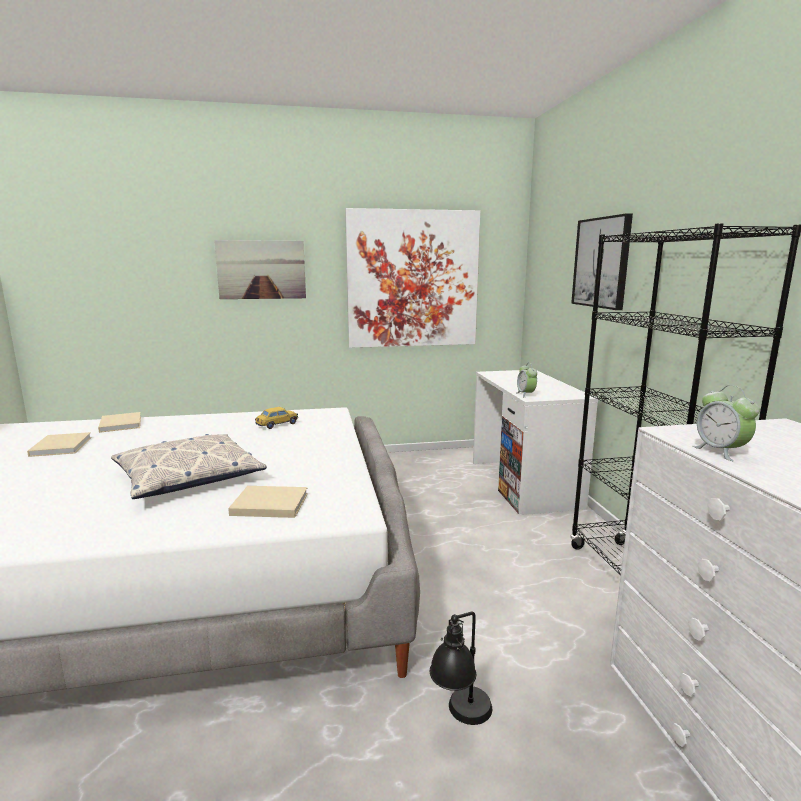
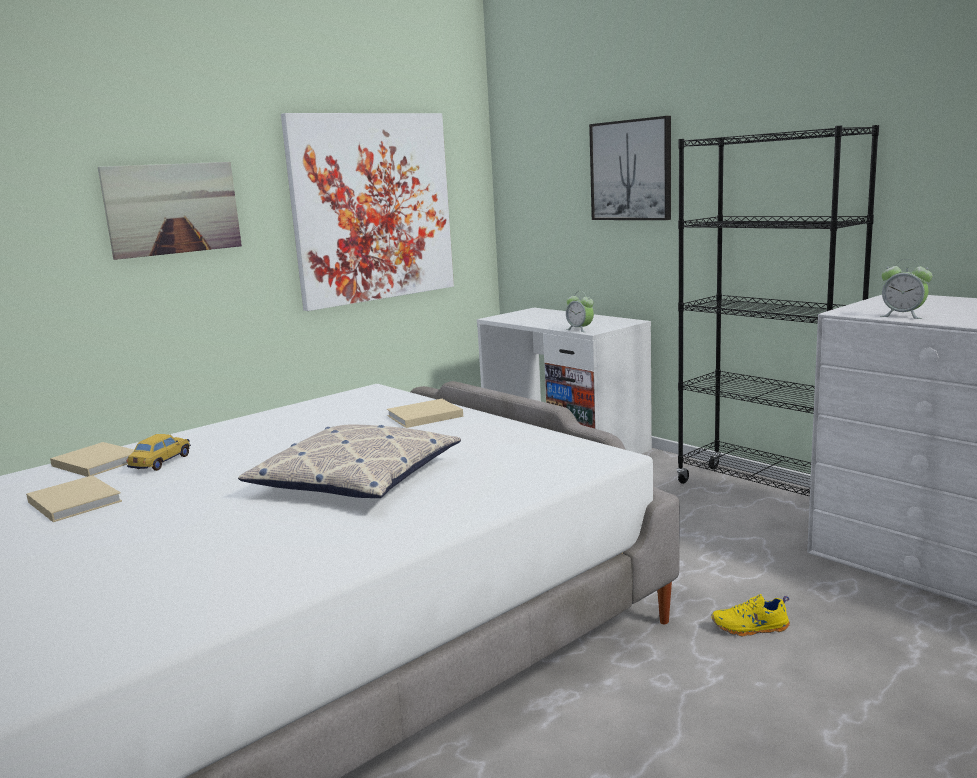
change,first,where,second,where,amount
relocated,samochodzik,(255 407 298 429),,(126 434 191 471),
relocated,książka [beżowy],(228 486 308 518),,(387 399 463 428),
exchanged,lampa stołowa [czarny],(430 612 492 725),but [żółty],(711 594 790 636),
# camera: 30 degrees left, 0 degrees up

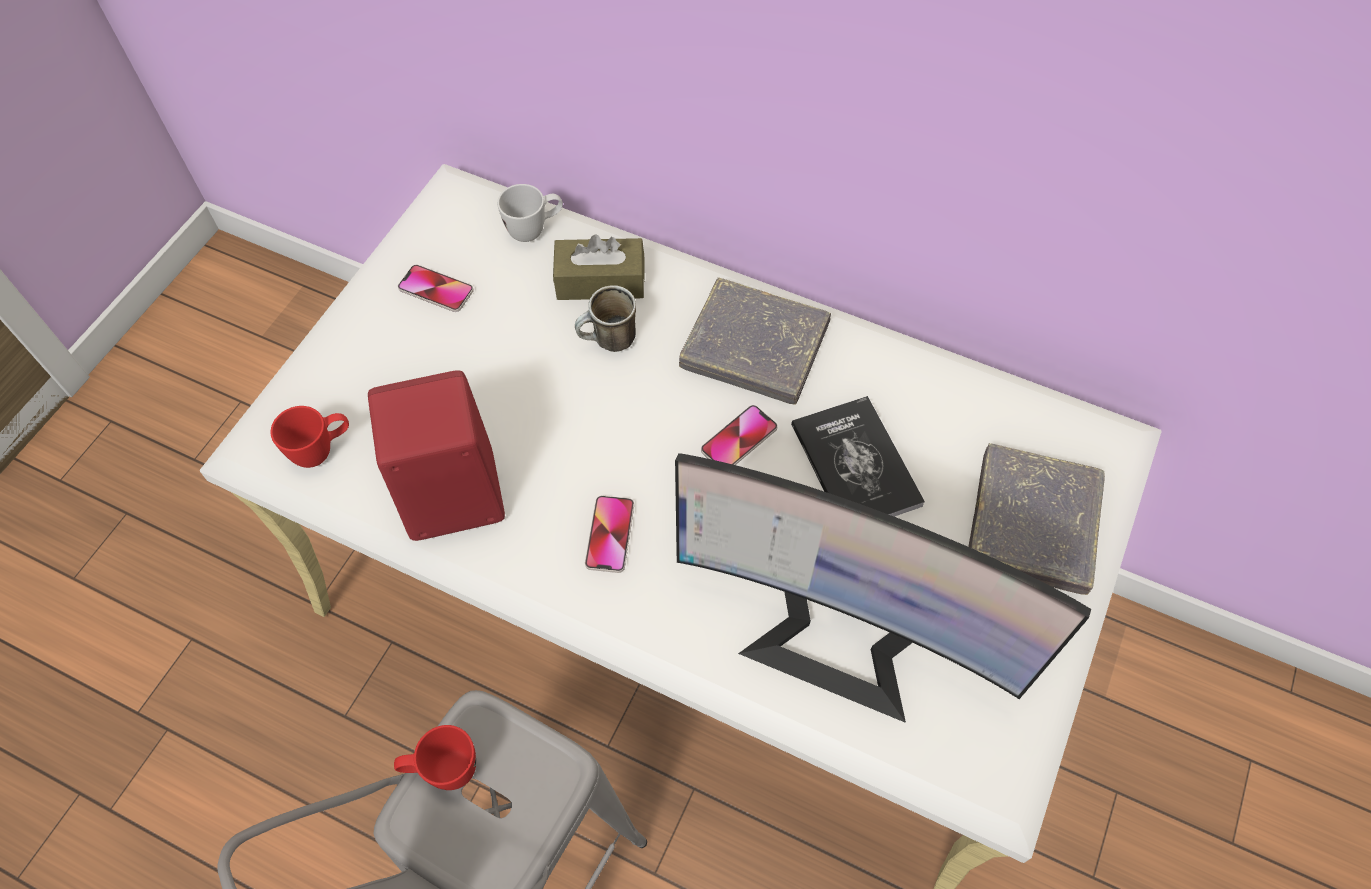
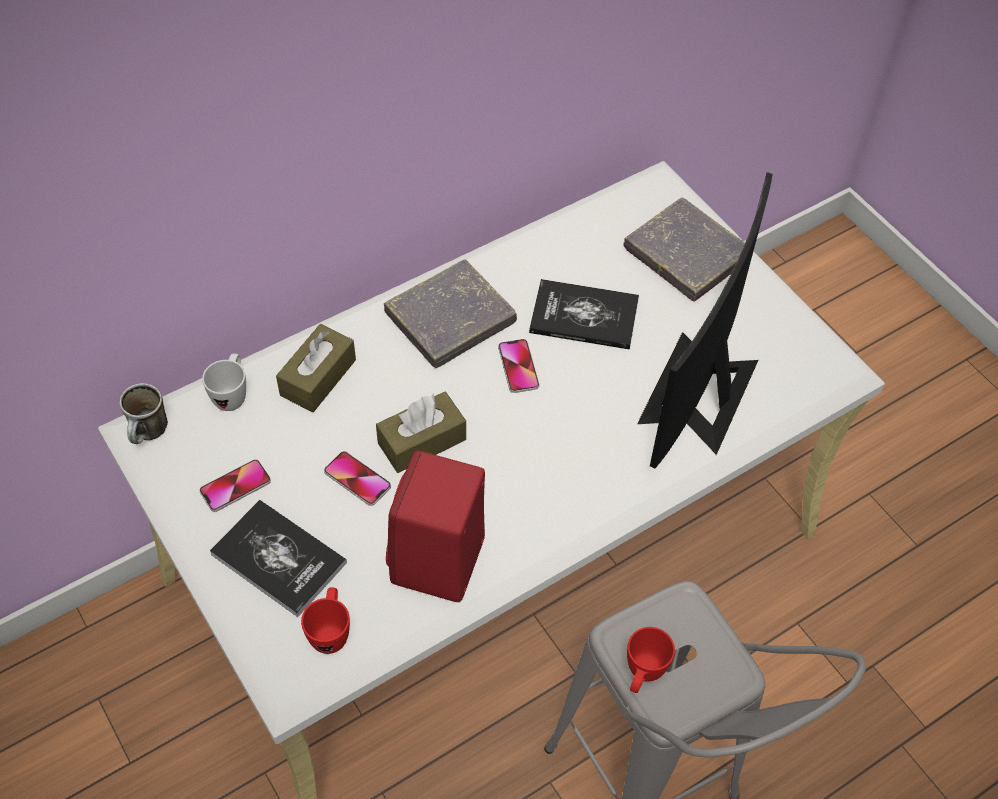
change,first,where,second,where,amount
relocated,kubek,(575 285 636 352),,(119 383 168 444),
spun,monitor,(675 453 1091 723),,(637 172 772 468),150 degrees clockwise
relocated,telefon,(585 496 634 573),,(324 451 391 506),
appeared,,,pudełko chusteczek [brązowy],(376 392 466 473),
appeared,,,książka,(210 500 347 617),
# camera: 60 degrees left, 5 degrees down

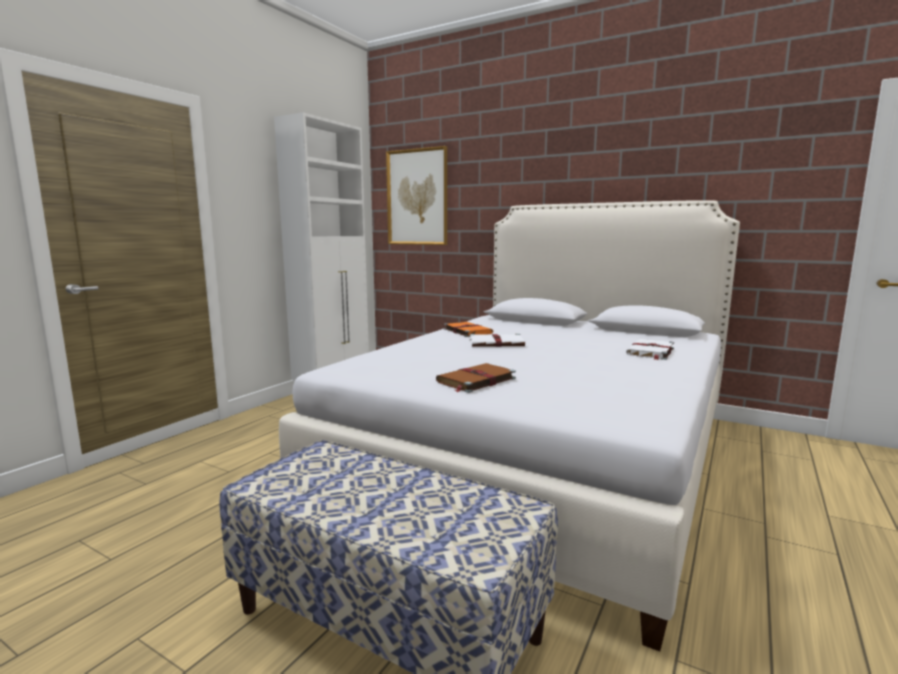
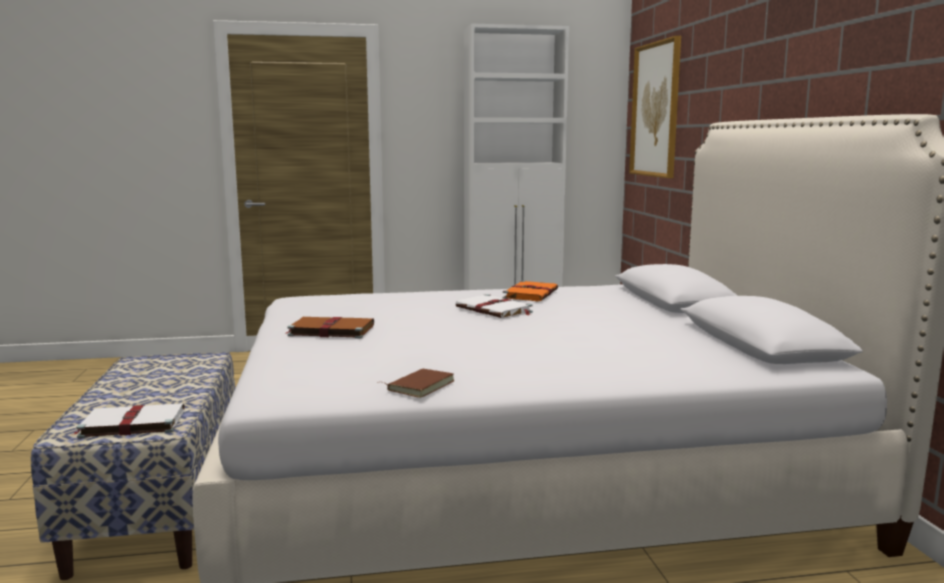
change,first,where,second,where,amount
relocated,książka [biały],(626 339 674 360),,(71 403 185 438),
appeared,,,książka [brązowy],(377 369 454 398),
# camera: 50 degrees right, 0 degrees up

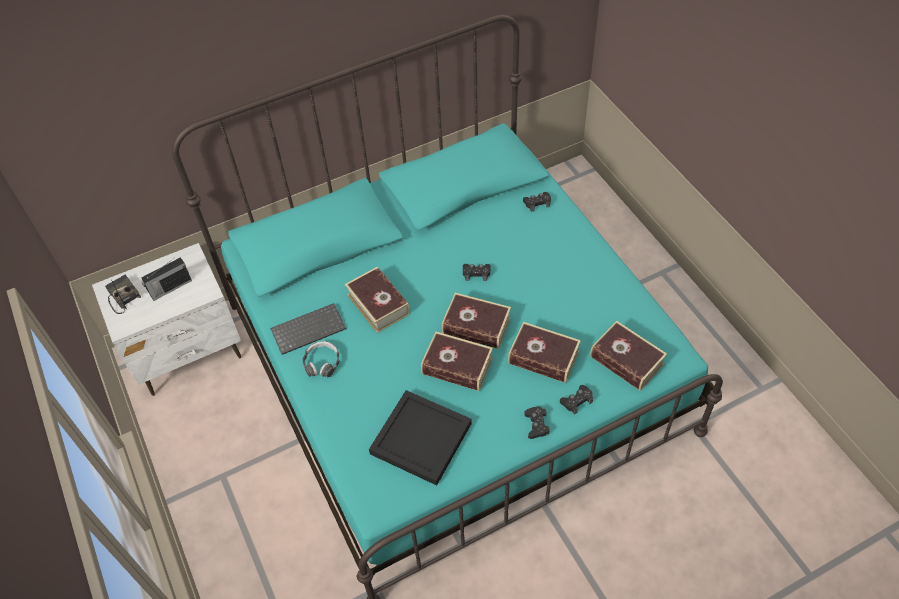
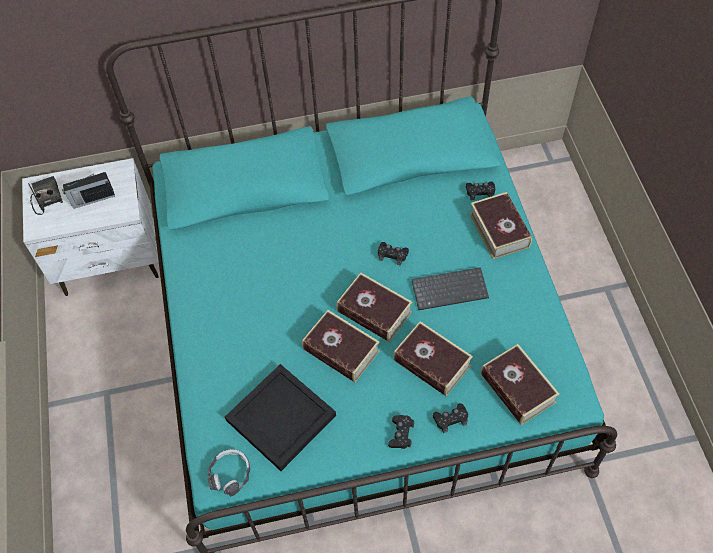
change,first,where,second,where,amount
relocated,książka,(345 266 410 333),,(469 192 532 259),
relocated,klawiatura,(270 303 346 355),,(412 267 489 310),
relocated,słuchawki,(302 341 340 377),,(208 449 250 497),
# camera: 15 degrees right, 5 degrees up

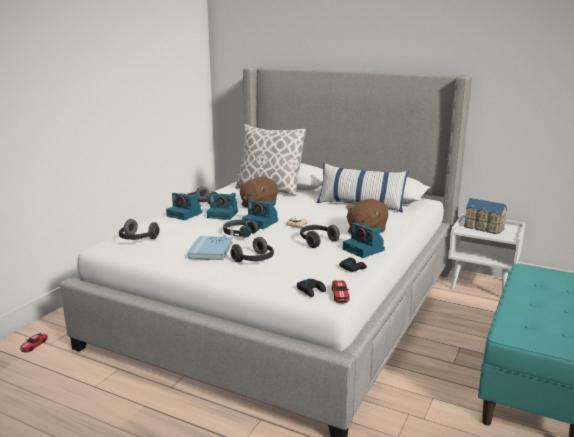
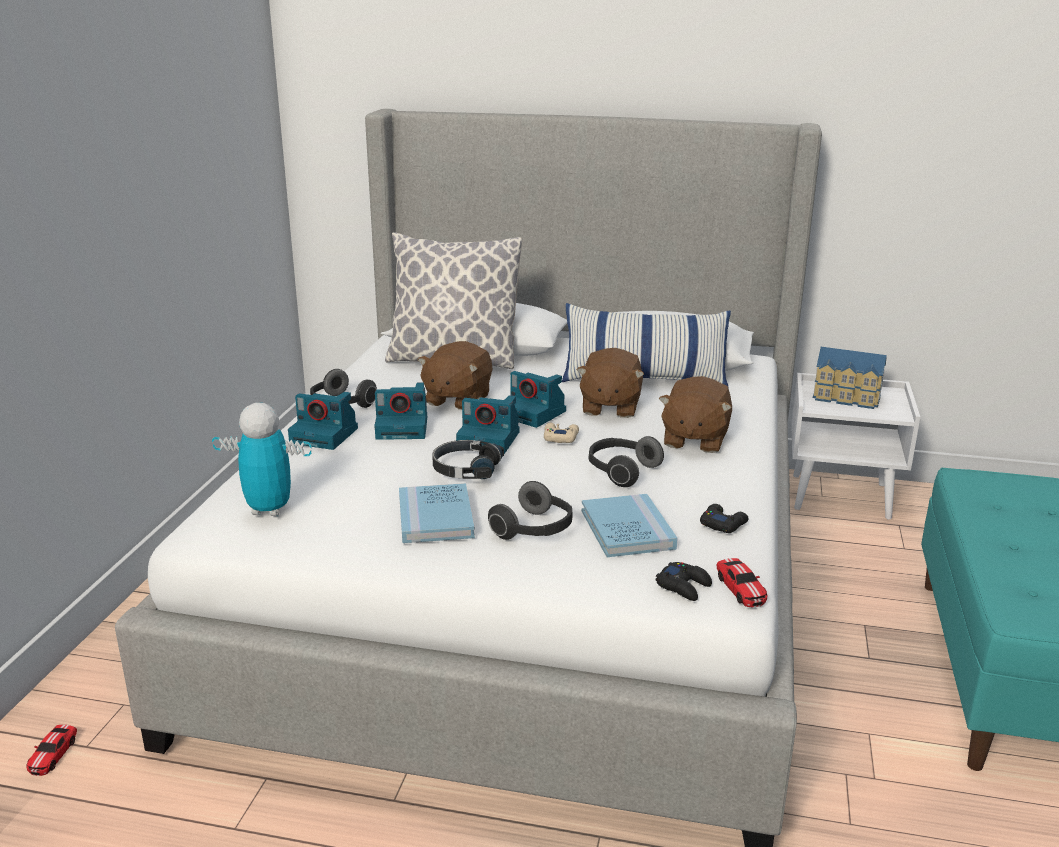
change,first,where,second,where,amount
exchanged,słuchawki,(119 219 160 240),robot zabawkowy,(212 403 312 516),
relocated,aparat fotograficzny,(343 223 385 258),,(510 371 566 428),
appeared,,,pluszak [brązowy],(577 348 644 418),
appeared,,,książka [niebieski],(582 494 678 557),
# camera: 15 degrees left, 5 degrees up

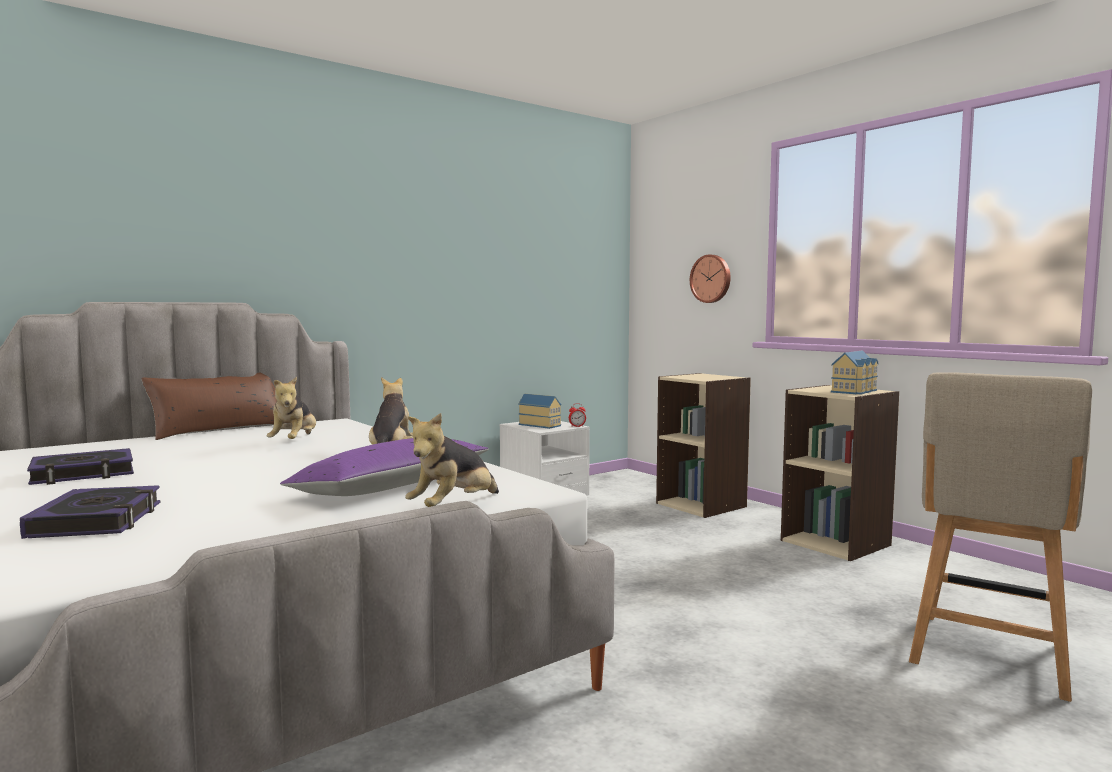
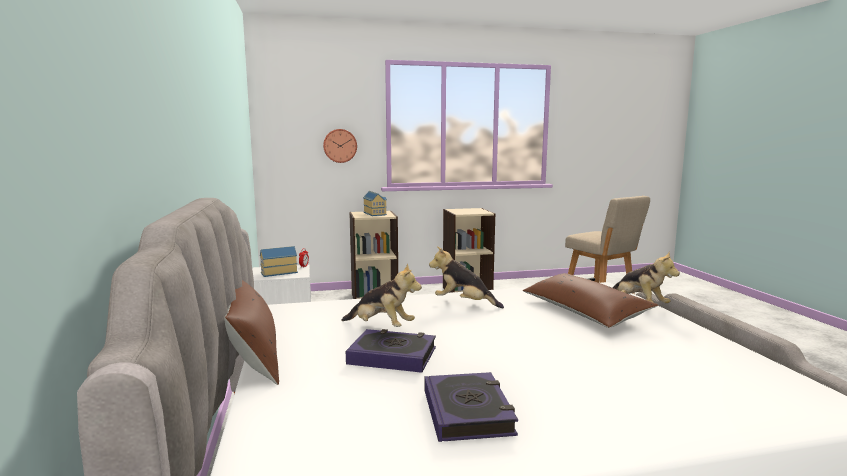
change,first,where,second,where,amount
relocated,domek,(831 350 879 394),,(363 191 387 216),
colour,poduszka [fioletowy],(280 438 489 496),poduszka [brązowy],(523 273 659 328),
relocated,książka,(20 485 160 539),,(346 329 436 373),
# camera: 65 degrees left, 5 degrees up

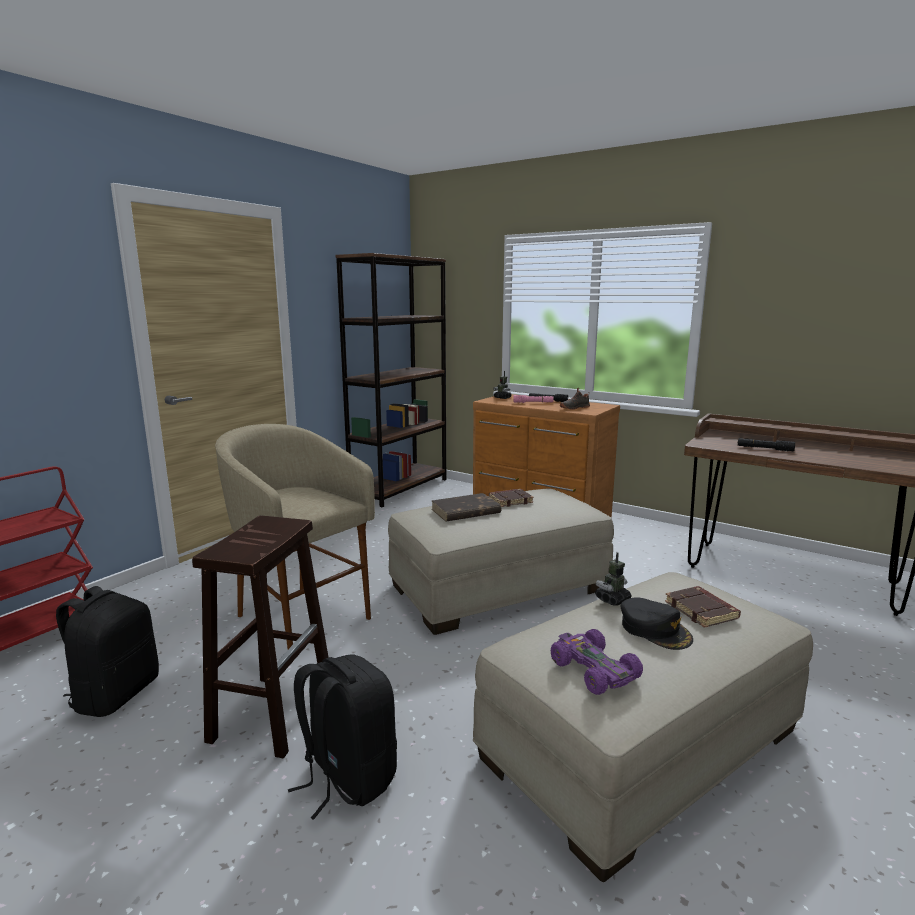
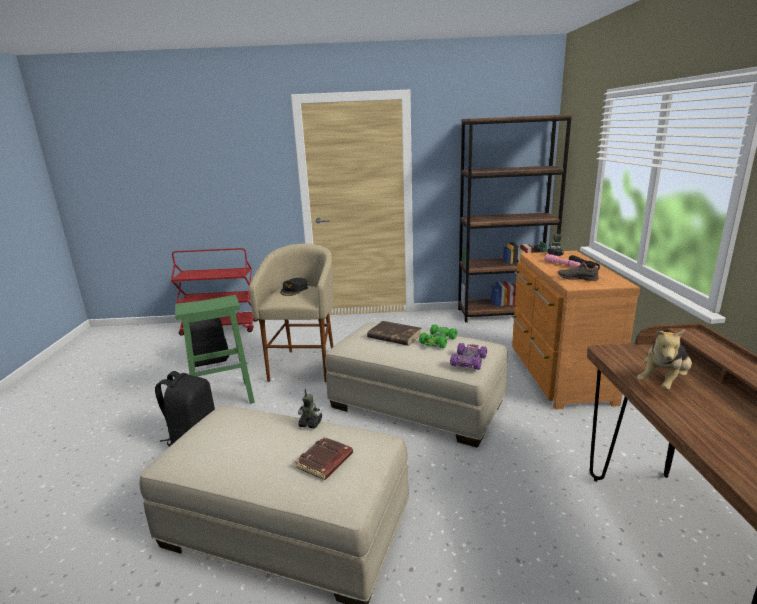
change,first,where,second,where,amount
exchanged,latarka [czarny],(738 438 795 451),pluszak,(637 329 692 390),
exchanged,książka [brązowy],(489 489 534 507),samochodzik [zielony],(419 324 457 348),
colour,stołek [brązowy],(192 516 329 759),stołek [zielony],(175 295 255 404),
relocated,czapka z daszkiem [czarny],(621 598 693 650),,(280 278 308 296),
relocated,samochodzik [fioletowy],(550 629 643 695),,(450 343 487 370),
# camera: 55 degrees right, 5 degrees up

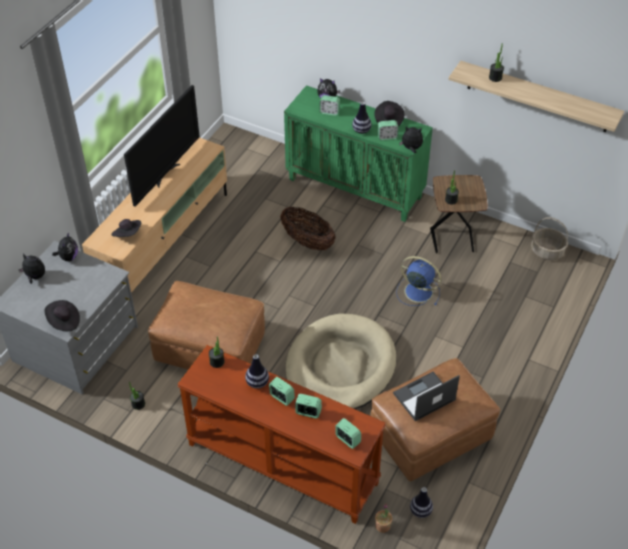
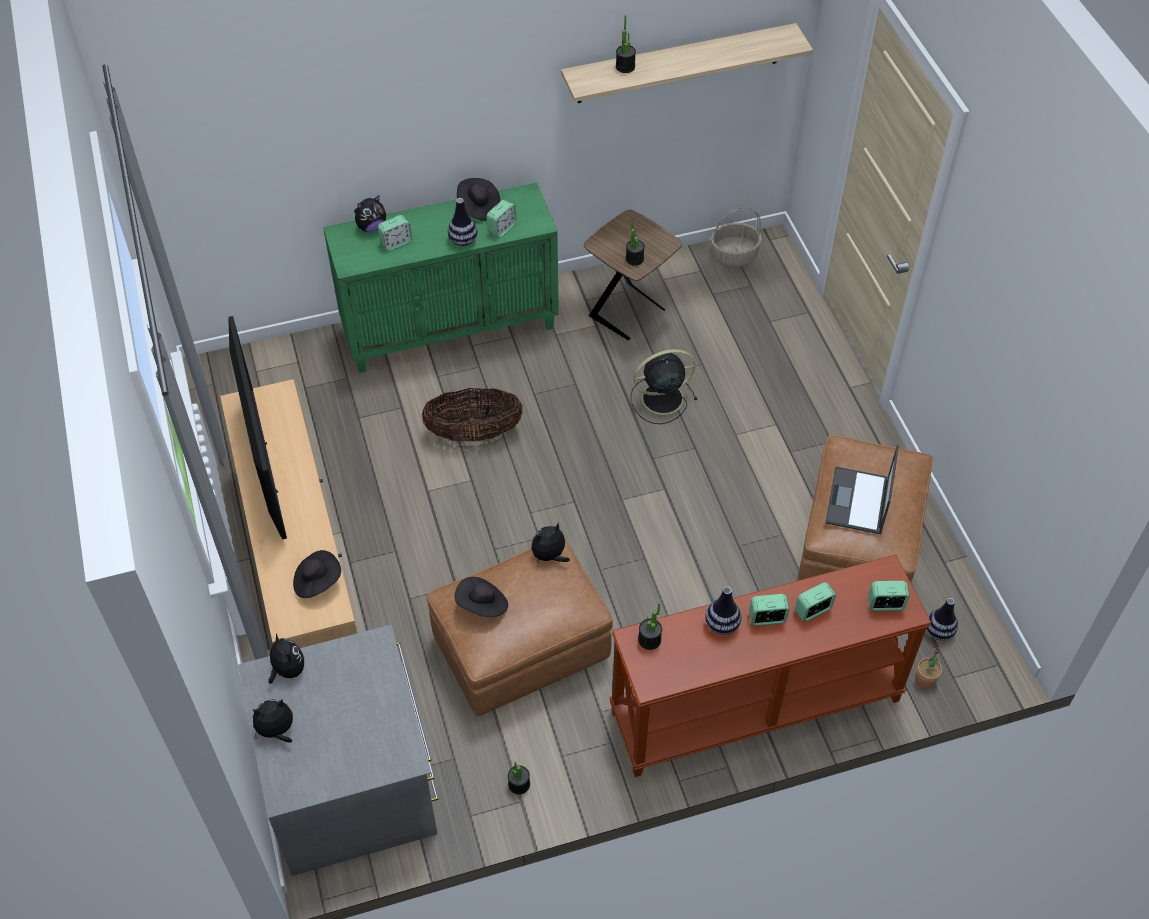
change,first,where,second,where,amount
relocated,pluszak,(399 126 423 153),,(531 522 570 565),
colour,wentylator [niebieski],(396 256 442 306),wentylator [czarny],(630 349 697 424),
relocated,kapelusz [czarny],(44 300 80 331),,(455 577 508 617),
missing,legowisko [beżowy],(286 313 396 409),,,
# camera: 45 degrees left, 5 degrees up

